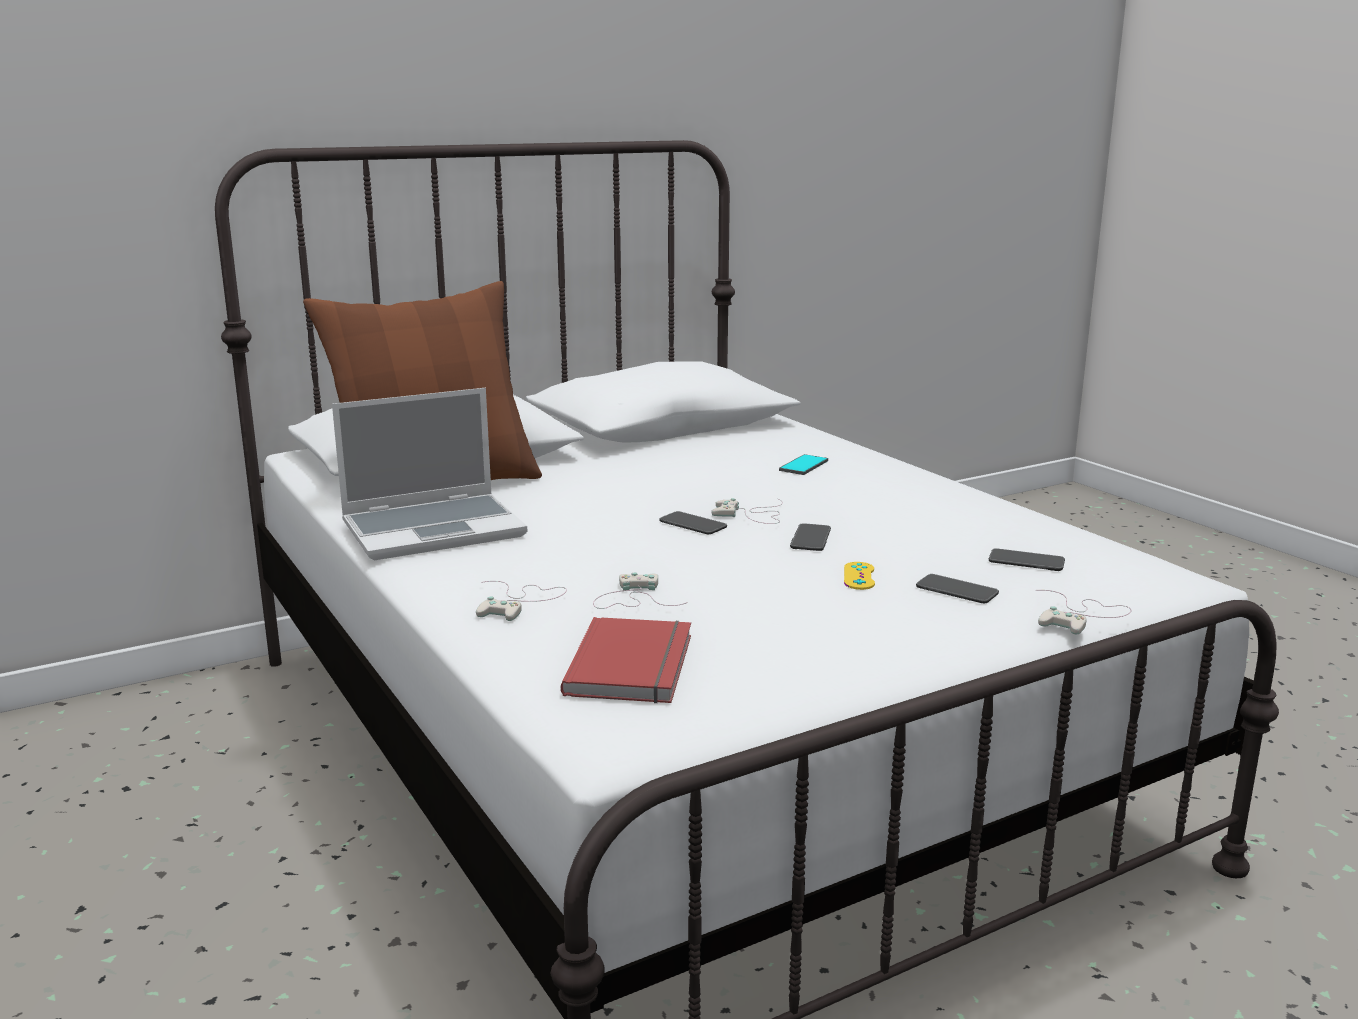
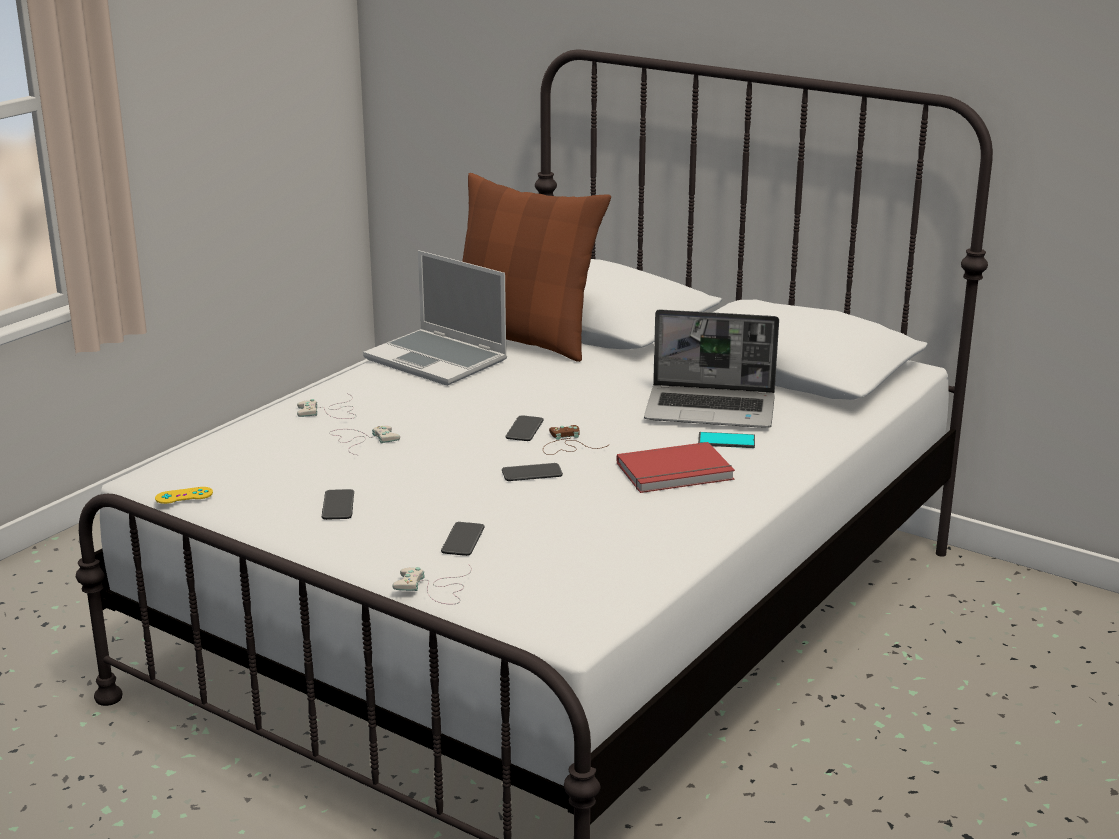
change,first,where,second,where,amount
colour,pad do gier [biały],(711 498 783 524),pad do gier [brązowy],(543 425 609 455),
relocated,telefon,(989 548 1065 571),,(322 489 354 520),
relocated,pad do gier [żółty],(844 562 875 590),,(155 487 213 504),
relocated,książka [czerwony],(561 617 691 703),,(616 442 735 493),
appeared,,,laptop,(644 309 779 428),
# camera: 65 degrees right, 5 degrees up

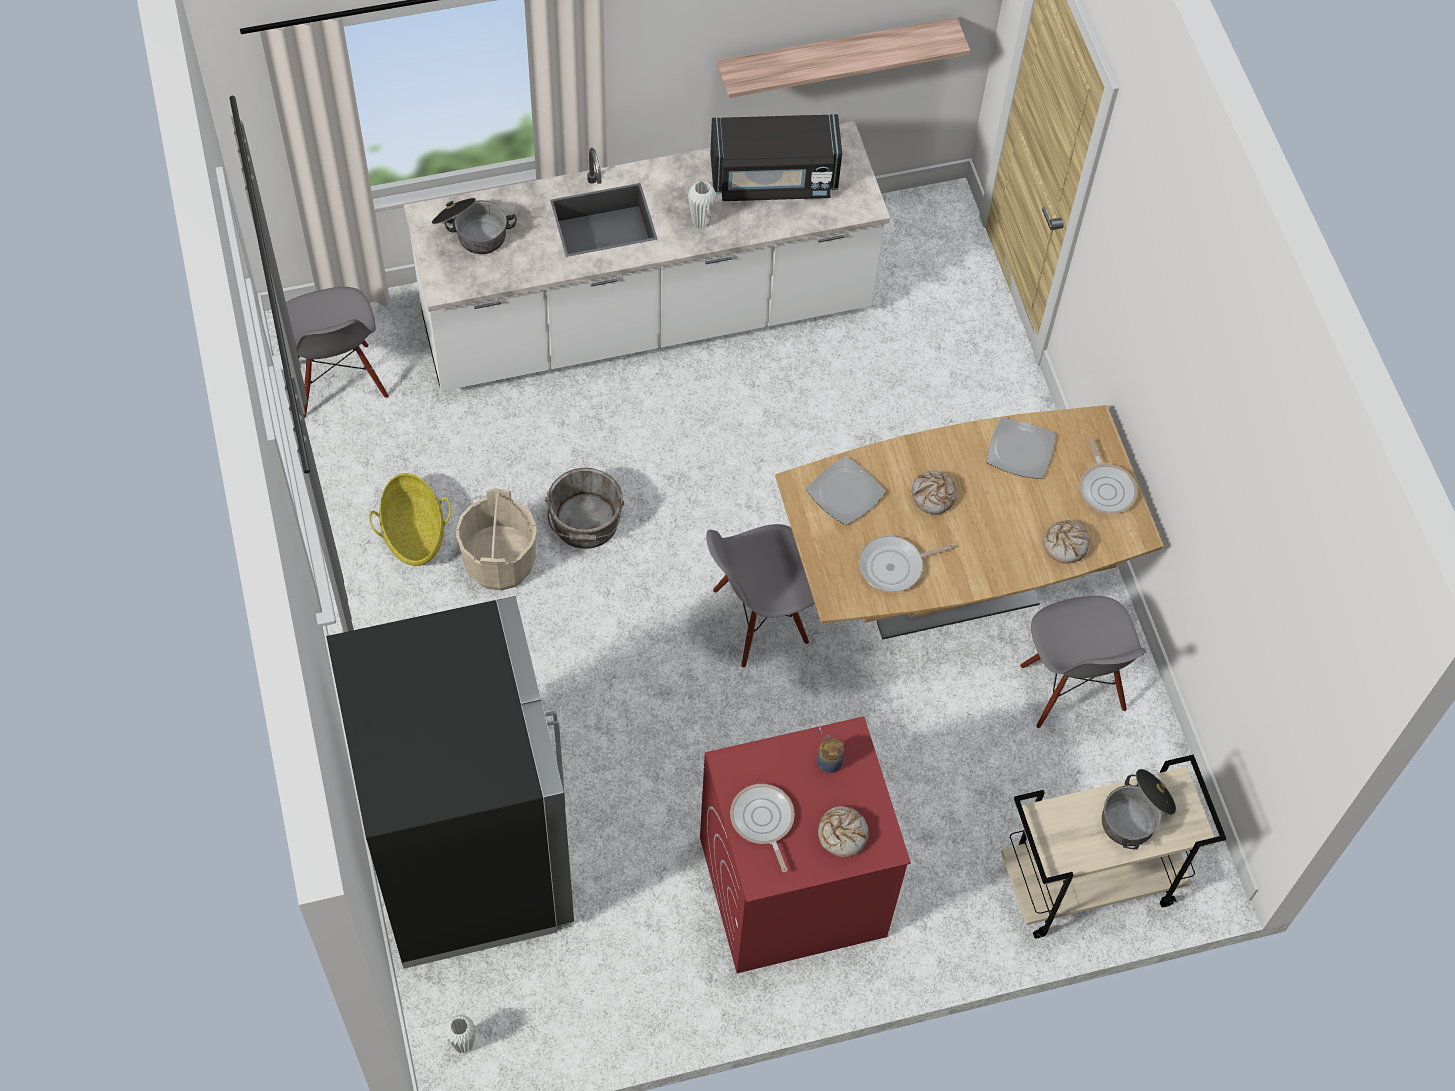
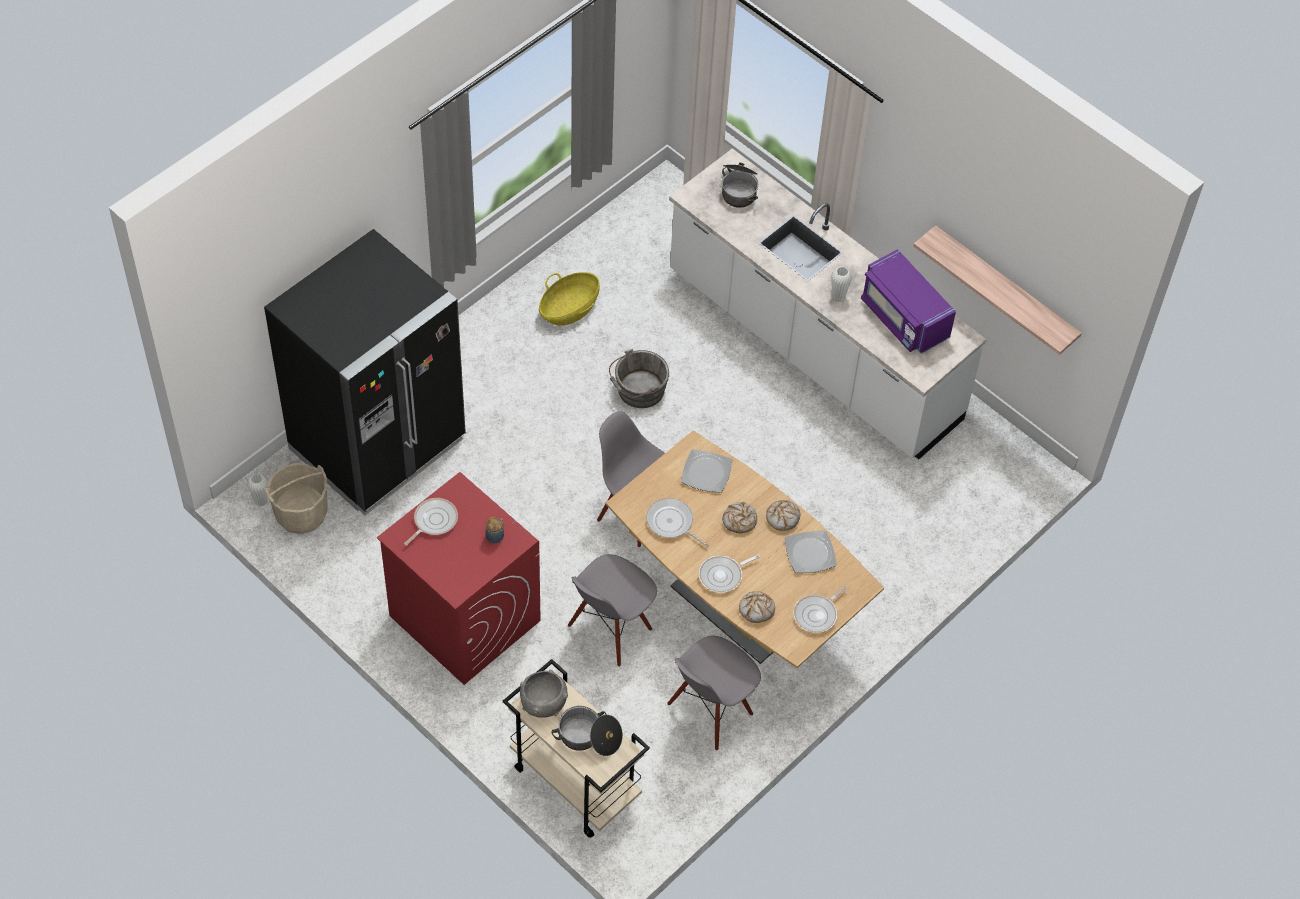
change,first,where,second,where,amount
colour,mikrofalówka [czarny],(710 114 842 201),mikrofalówka [fioletowy],(861 249 956 354),
relocated,krzesło [szary],(286 287 389 418),,(568 554 657 667),
relocated,wiadro [beżowy],(456 488 537 591),,(265 463 328 534),
relocated,chleb,(818 806 869 857),,(766 500 800 531),
appeared,,,patelnia,(699 554 760 593),
appeared,,,miska [szary],(520 670 568 718),
# camera: 60 degrees right, 5 degrees down

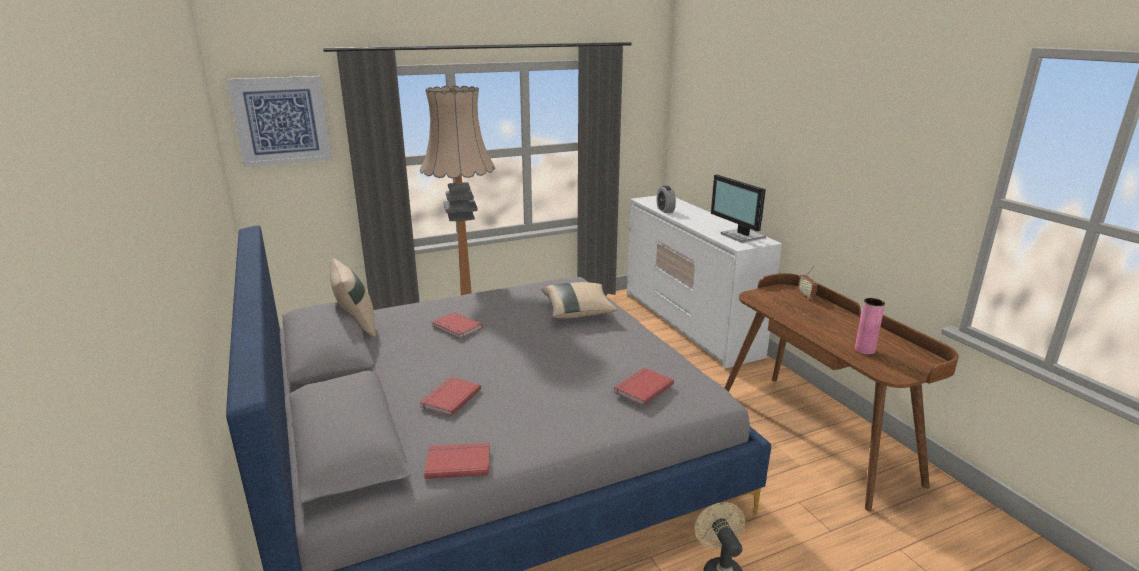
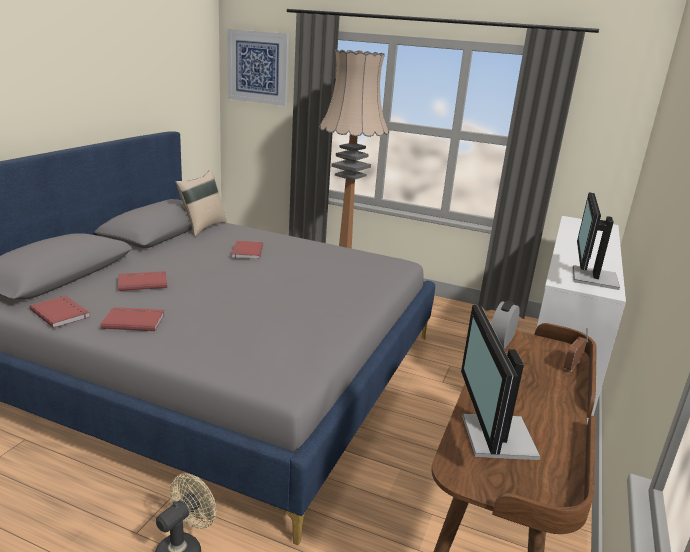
change,first,where,second,where,amount
relocated,budzik,(657 186 676 213),,(491 301 520 349),
missing,poduszka [beżowy],(542 282 618 319),,,
exchanged,wazon [różowy],(855 298 885 355),monitor,(461 305 540 460),
relocated,książka [czerwony],(614 368 674 405),,(100 307 165 331),
# camera: 45 degrees right, 0 degrees up

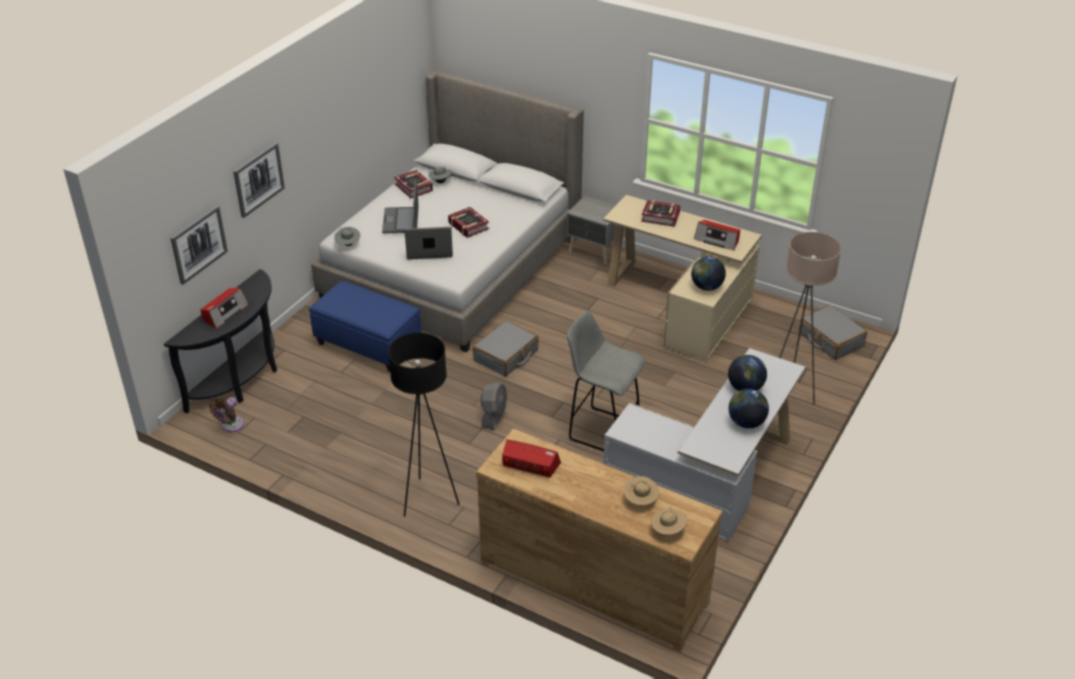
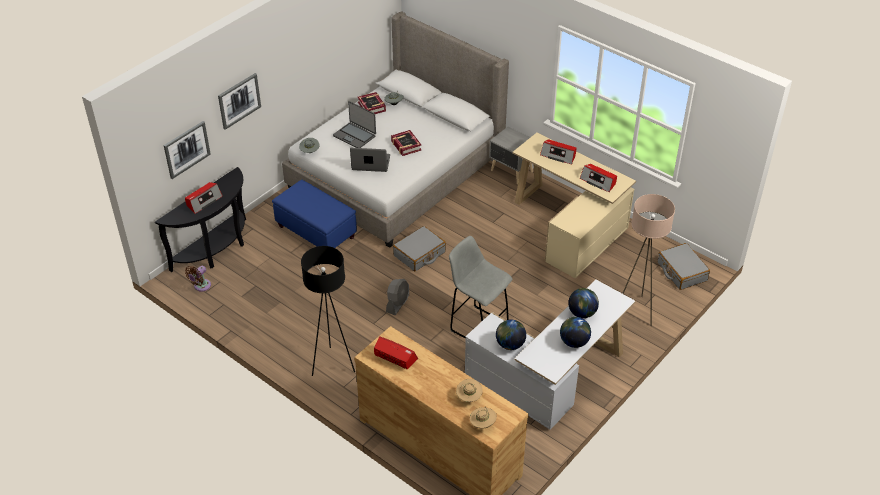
change,first,where,second,where,amount
spun,laptop,(382 179 419 233),,(333 101 376 148),60 degrees counterclockwise
exchanged,książka,(641 200 680 227),radio,(540 139 577 164),
relocated,globus,(691 257 726 291),,(496 319 526 350),
# camera: 10 degrees right, 5 degrees up

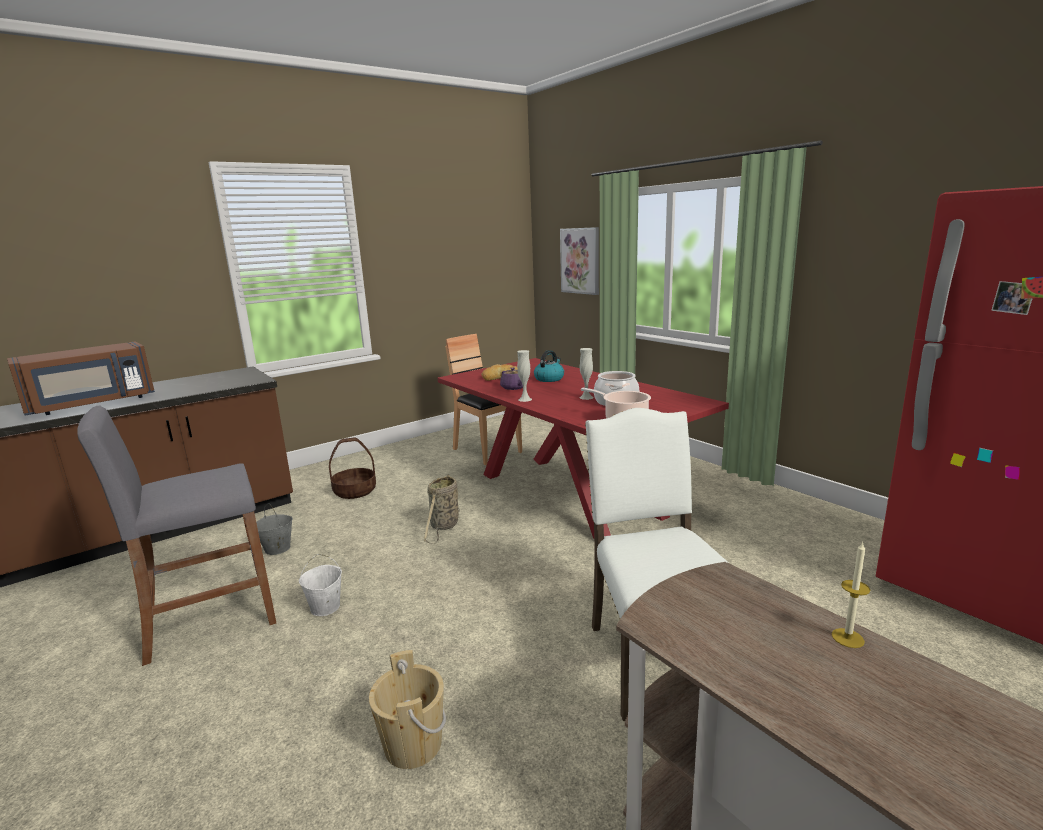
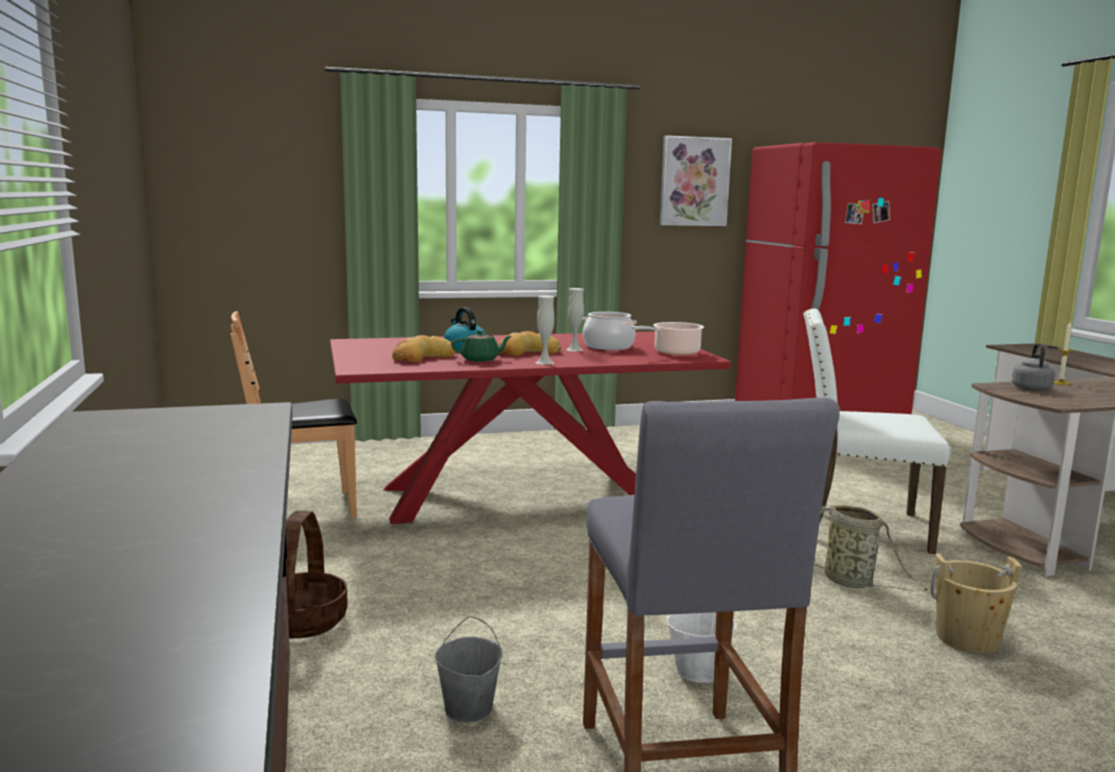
change,first,where,second,where,amount
relocated,obraz,(560 227 599 295),,(660 135 732 226),
missing,mikrofalówka [brązowy],(7 341 155 416),,,
colour,imbryk [fioletowy],(500 367 523 390),imbryk [zielony],(451 330 512 362),
relocated,koszyk,(424 474 460 544),,(814 505 928 591),
appeared,,,chleb,(497 331 561 356),
appeared,,,czajnik [szary],(1012 343 1055 391),
# camera: 70 degrees left, 5 degrees down

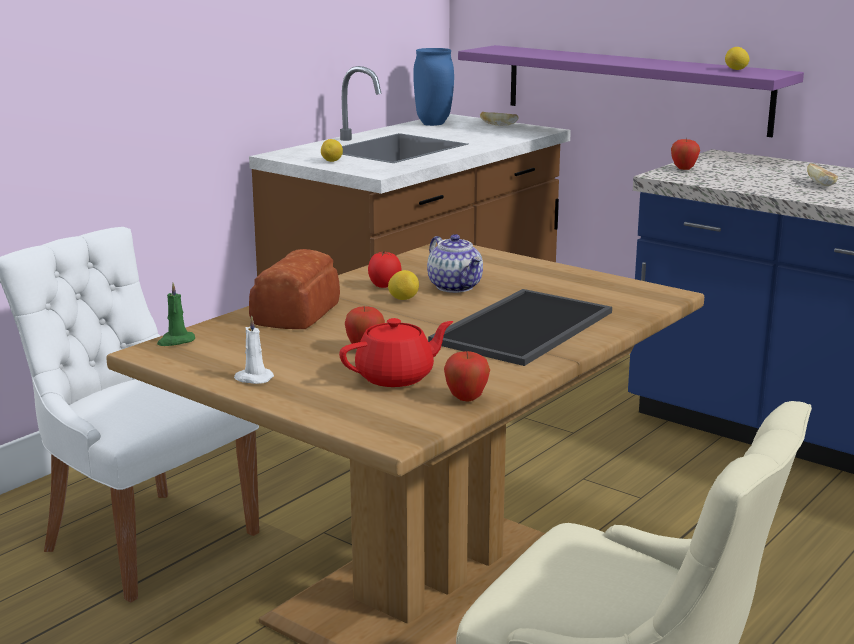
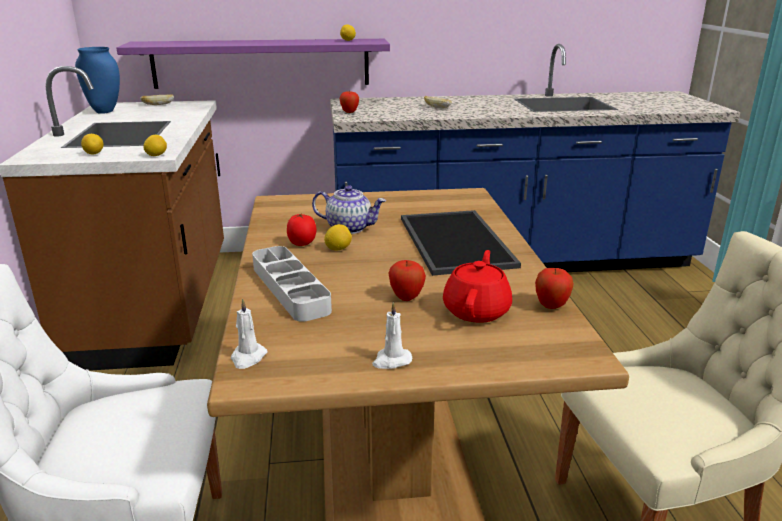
change,first,where,second,where,amount
exchanged,chleb,(249 249 340 329),taca [szary],(252 246 332 322),
colour,świeca [zielony],(157 283 195 346),świeca [biały],(231 298 267 369),
appeared,,,cytryna,(143 135 167 156),
# camera: 45 degrees left, 5 degrees up

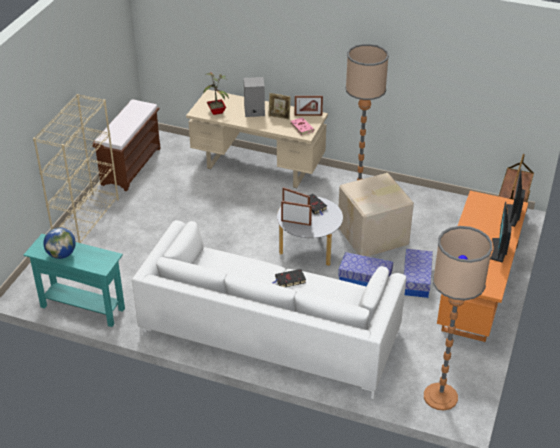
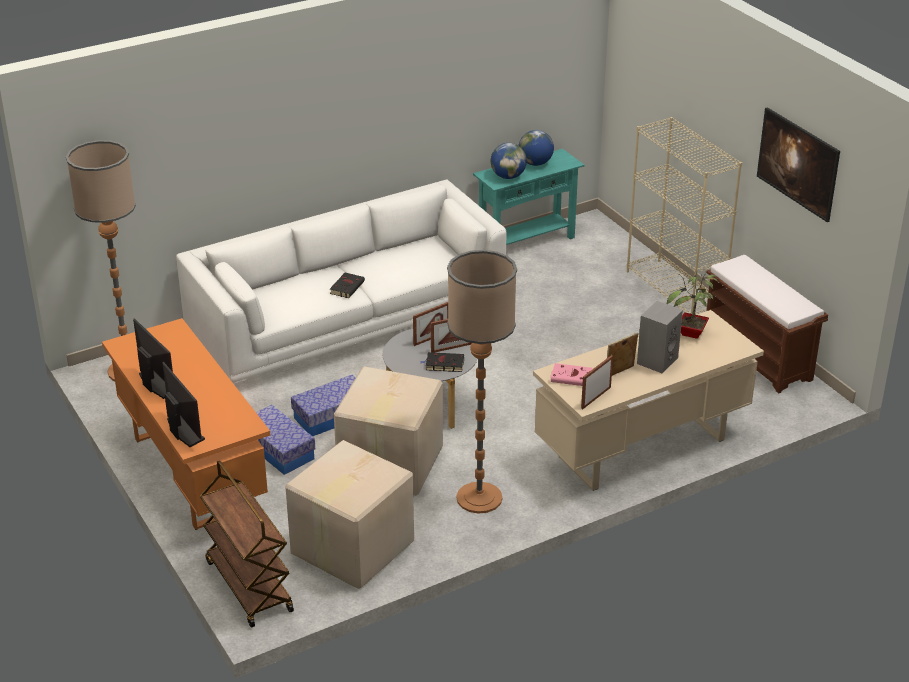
change,first,where,second,where,amount
appeared,,,obraz,(757 107 840 222),
appeared,,,globus,(491 143 527 179),
appeared,,,karton,(285 440 414 589),
# camera: 130 degrees right, 5 degrees down

